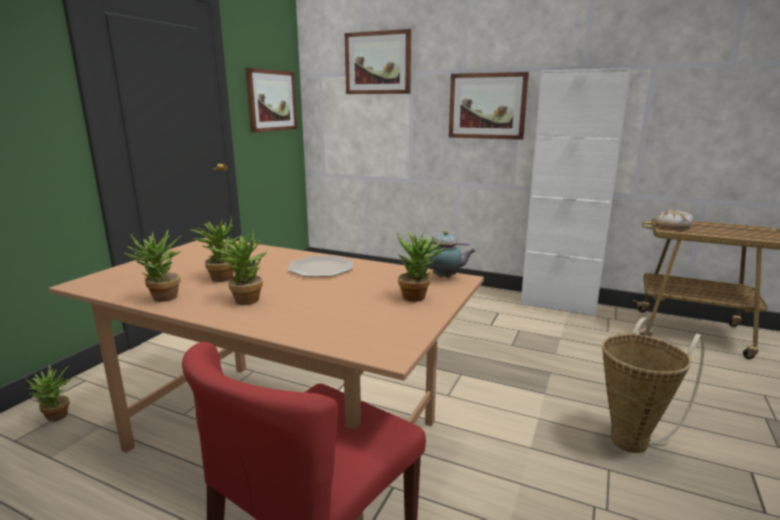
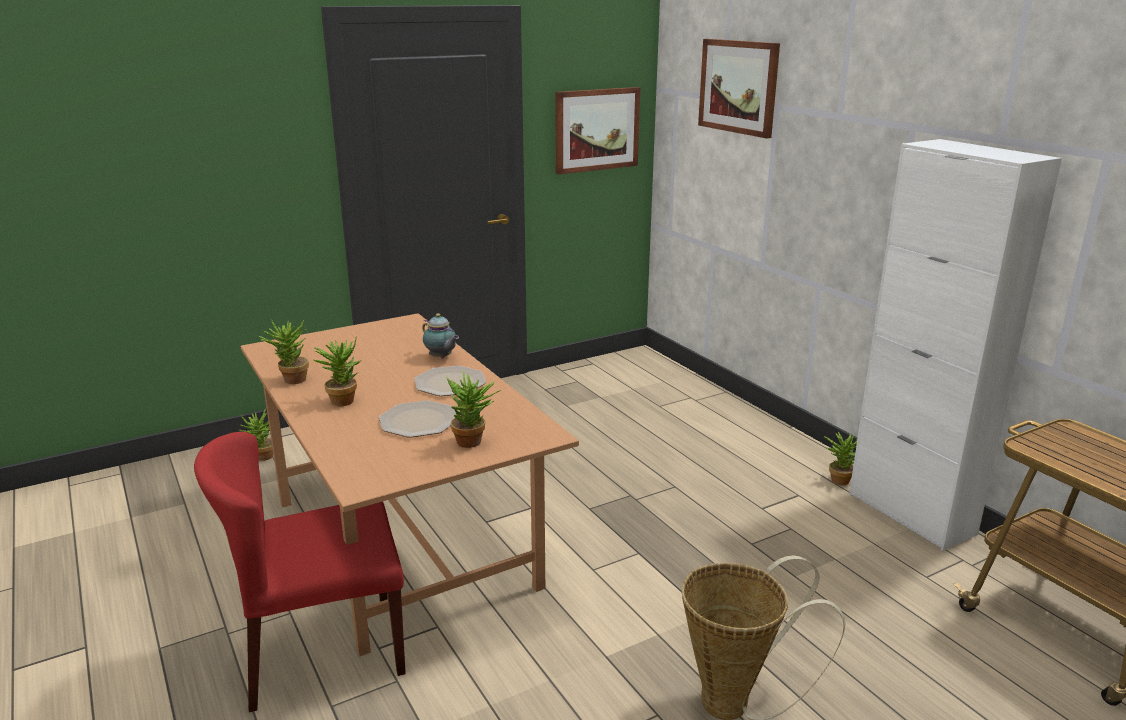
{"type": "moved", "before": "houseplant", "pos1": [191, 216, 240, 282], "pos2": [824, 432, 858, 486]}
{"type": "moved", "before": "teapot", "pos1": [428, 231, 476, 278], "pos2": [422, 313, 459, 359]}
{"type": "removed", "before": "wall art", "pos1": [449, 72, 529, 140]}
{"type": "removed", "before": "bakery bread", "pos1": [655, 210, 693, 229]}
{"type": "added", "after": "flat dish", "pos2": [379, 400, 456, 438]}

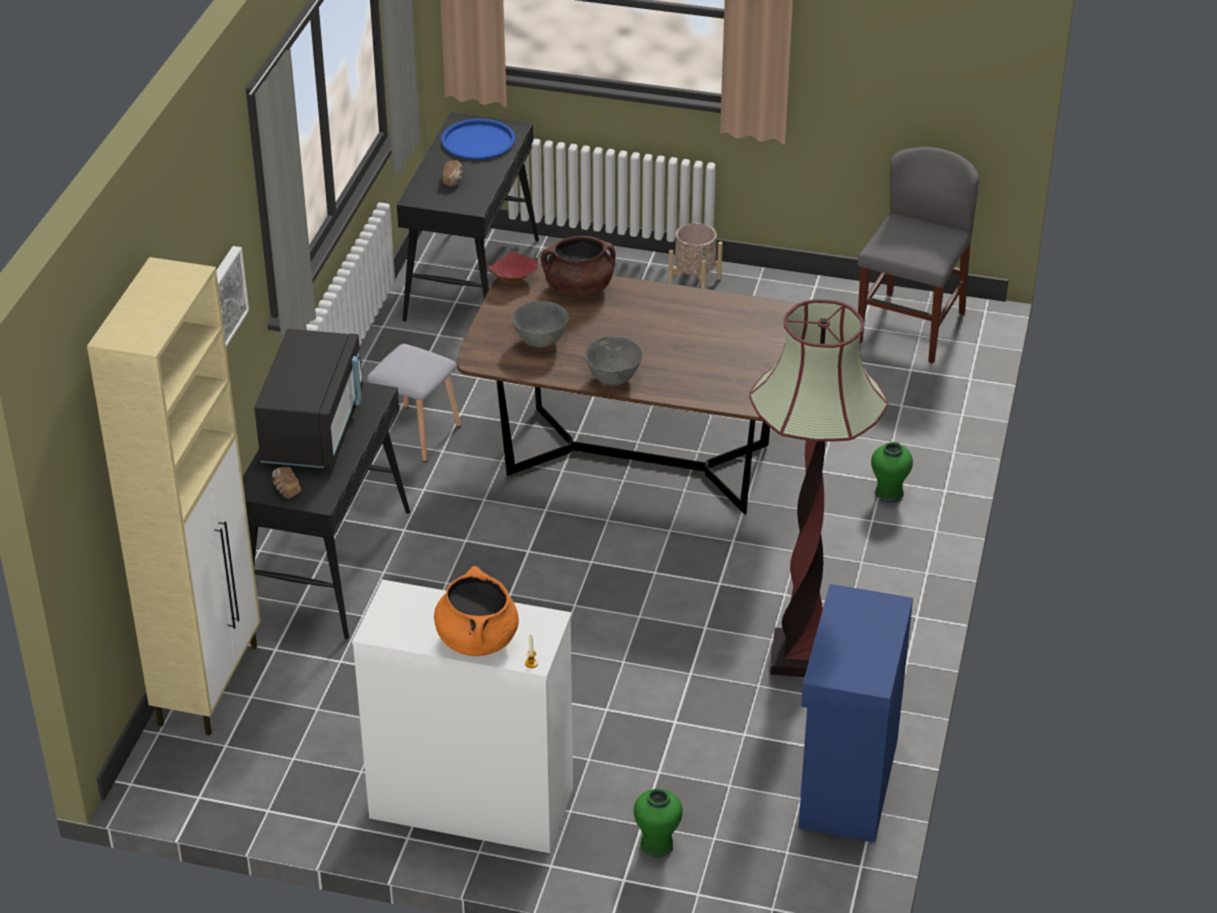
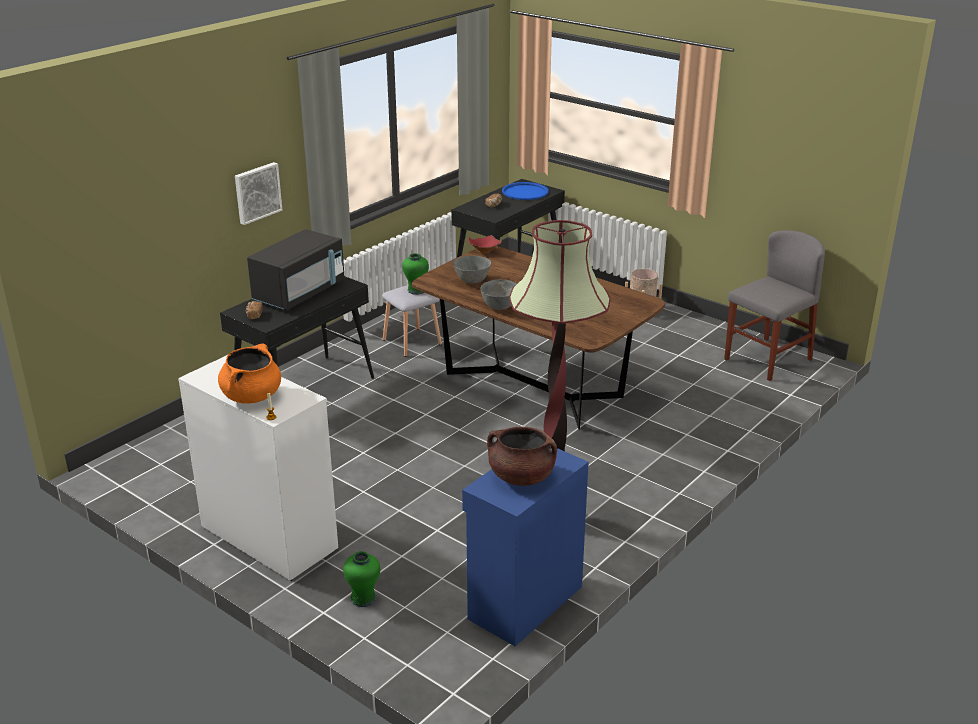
{"type": "removed", "before": "storage cabinet (beige-coloured)", "pos1": [87, 257, 261, 736]}
{"type": "moved", "before": "stockpot (brown-coloured)", "pos1": [541, 236, 615, 298], "pos2": [487, 427, 557, 486]}
{"type": "moved", "before": "decorative vase (green)", "pos1": [871, 442, 913, 503], "pos2": [402, 253, 429, 295]}

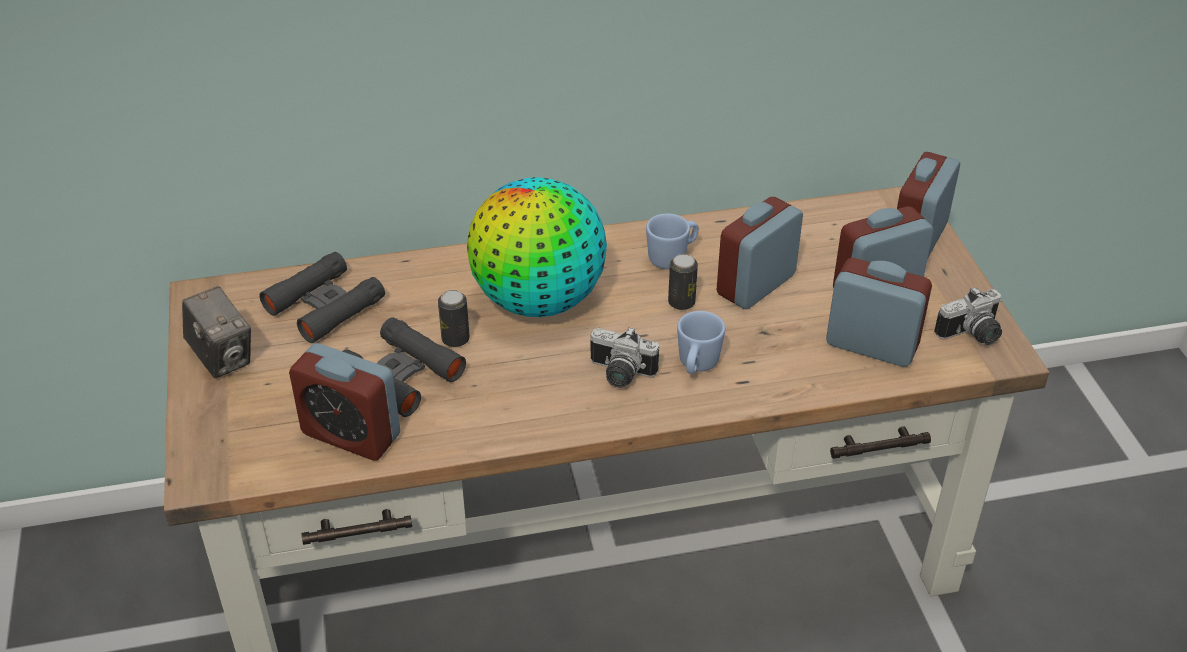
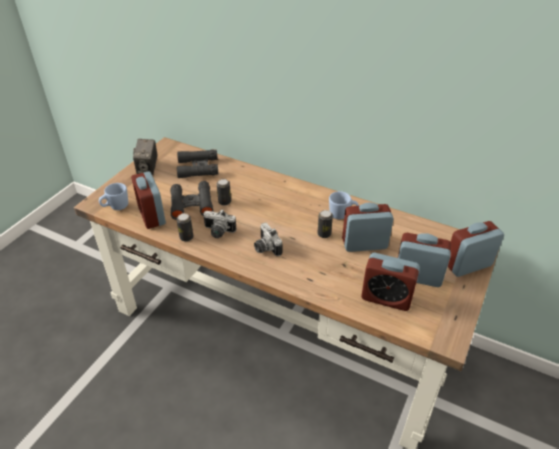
{"type": "removed", "before": "world globe", "pos1": [467, 177, 607, 317]}
{"type": "moved", "before": "coffee mug (blue-coloured)", "pos1": [677, 311, 725, 374], "pos2": [99, 183, 128, 210]}
{"type": "turned", "before": "alarm clock", "pos1": [826, 258, 932, 367], "pos2": [361, 253, 420, 311], "turn": 135}
{"type": "moved", "before": "still camera", "pos1": [934, 287, 1002, 345], "pos2": [203, 209, 237, 238]}
{"type": "added", "after": "metal can", "pos2": [176, 213, 194, 242]}

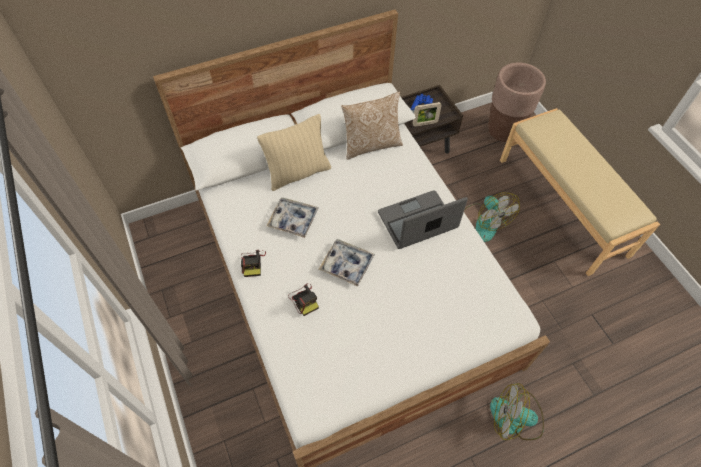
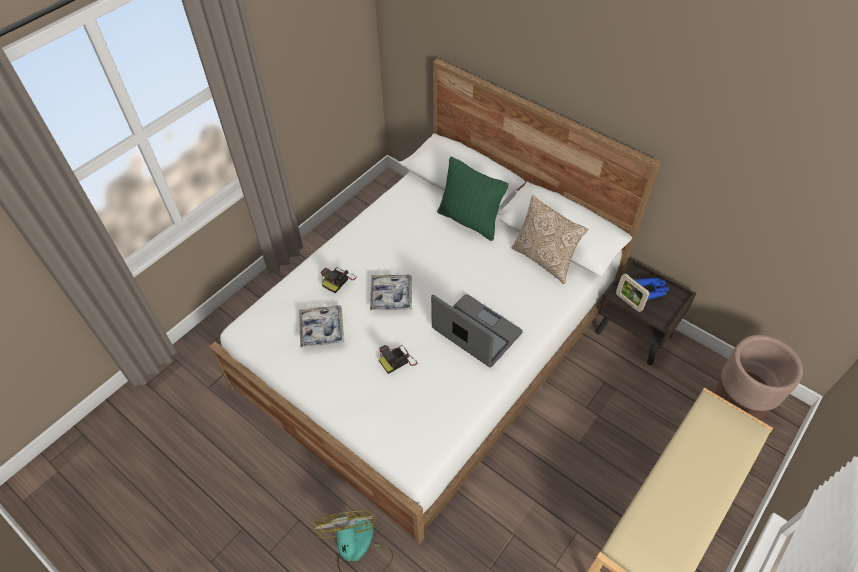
{"type": "moved", "before": "still camera", "pos1": [241, 250, 266, 277], "pos2": [379, 345, 417, 374]}
{"type": "recoloured", "before": "throw pillow (beige-coloured)", "after": "throw pillow (green)", "pos1": [257, 114, 331, 191], "pos2": [437, 157, 509, 241]}
{"type": "moved", "before": "serving tray", "pos1": [266, 197, 319, 238], "pos2": [299, 305, 344, 347]}
{"type": "removed", "before": "cooling fan", "pos1": [464, 192, 520, 242]}

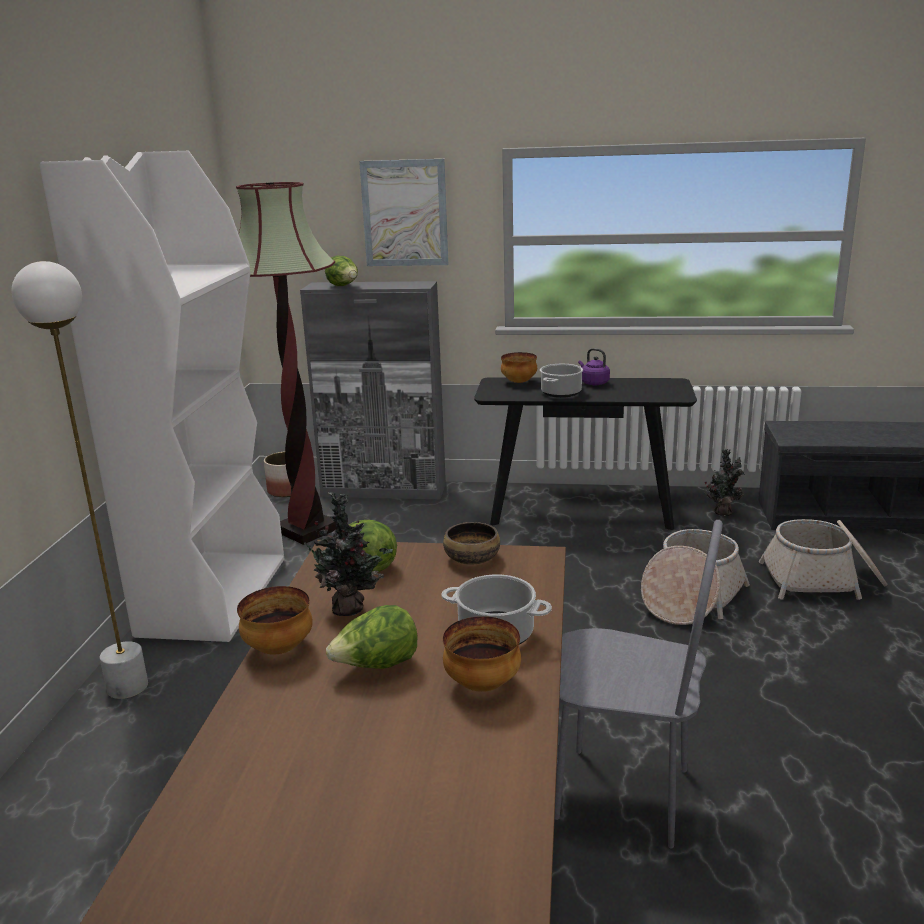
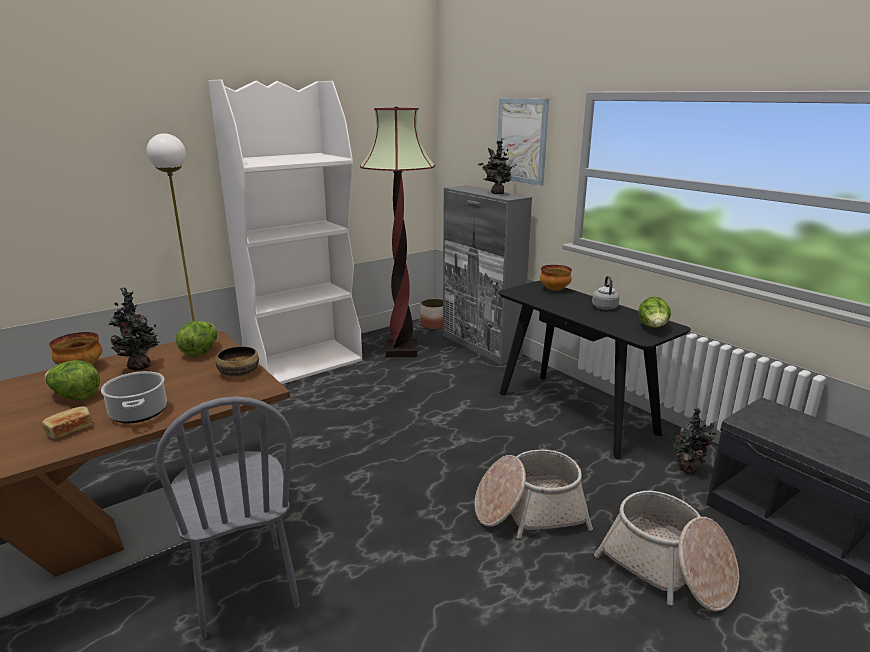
{"type": "moved", "before": "lettuce head", "pos1": [325, 256, 358, 286], "pos2": [638, 296, 671, 328]}
{"type": "replaced", "before": "serving bowl", "after": "bakery bread", "pos1": [443, 616, 521, 692], "pos2": [42, 407, 93, 439]}
{"type": "removed", "before": "stockpot", "pos1": [540, 364, 583, 398]}
{"type": "recoloured", "before": "water kettle (purplish)", "after": "water kettle (grey)", "pos1": [578, 348, 610, 385], "pos2": [592, 276, 620, 310]}
{"type": "added", "after": "houseplant", "pos2": [478, 138, 517, 194]}

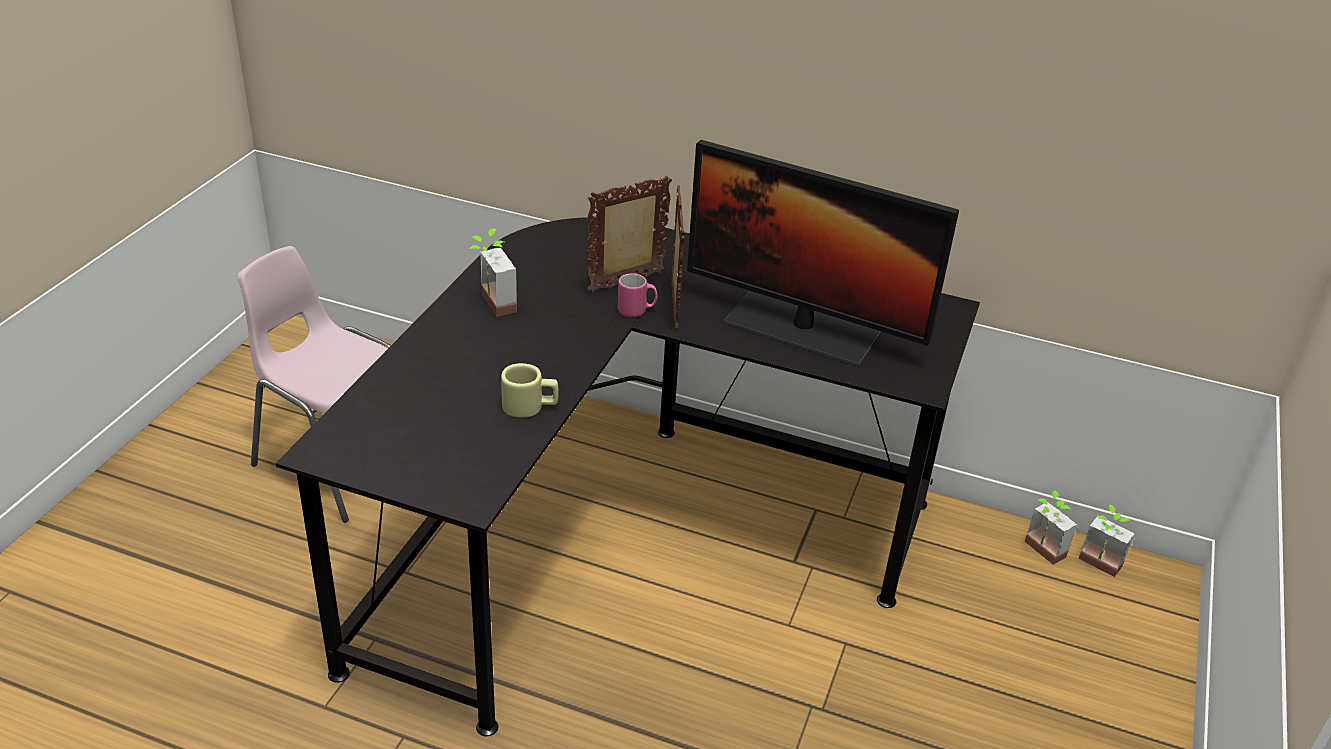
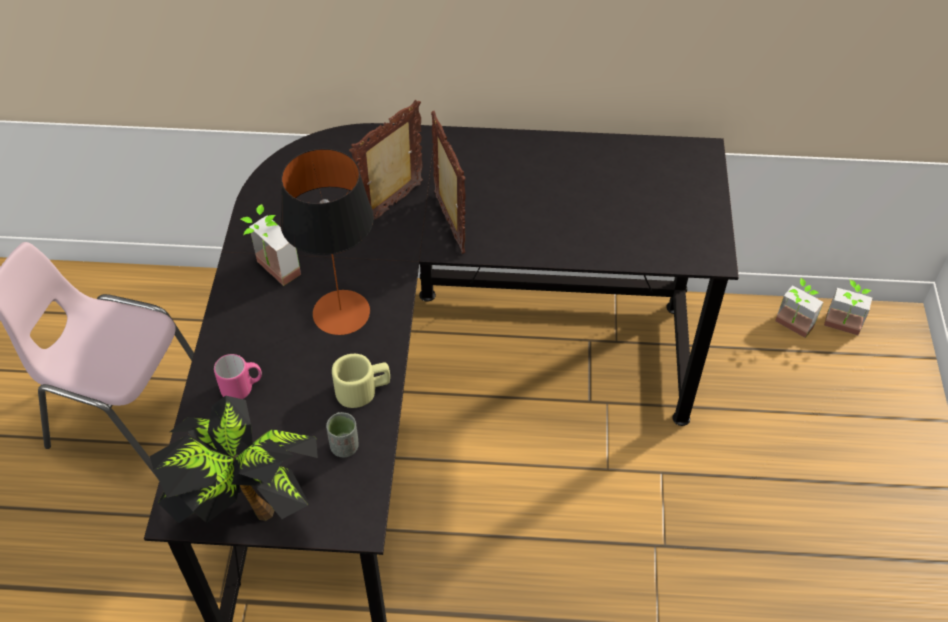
{"type": "moved", "before": "coffee mug (pink)", "pos1": [618, 273, 658, 317], "pos2": [214, 354, 262, 399]}
{"type": "removed", "before": "computer display", "pos1": [687, 140, 959, 367]}
{"type": "added", "after": "houseplant", "pos2": [150, 395, 318, 523]}
{"type": "added", "after": "lamp for a table", "pos2": [280, 149, 374, 335]}
{"type": "added", "after": "drinking cup (grey)", "pos2": [326, 412, 359, 457]}

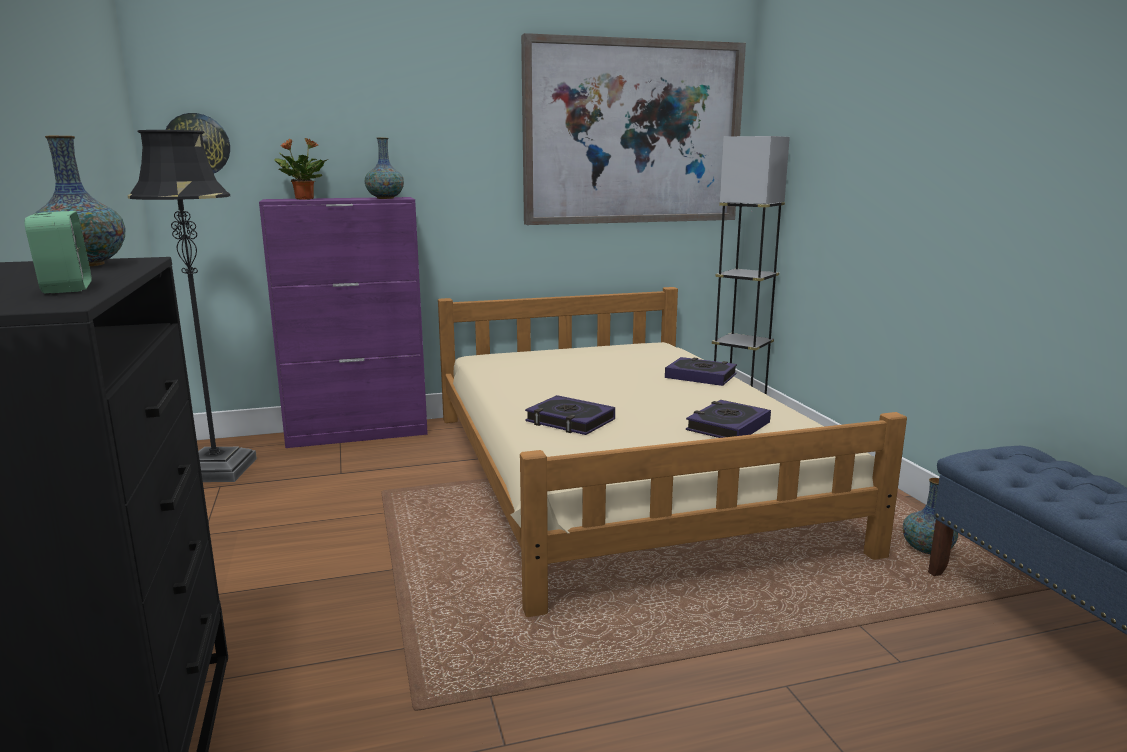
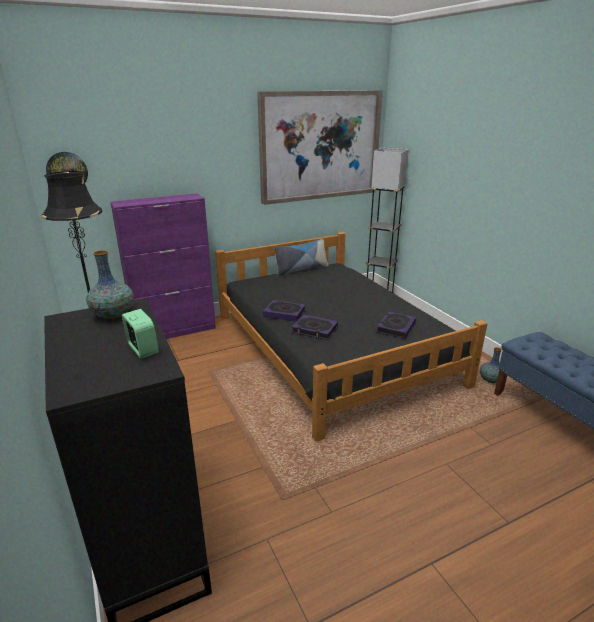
{"type": "removed", "before": "houseplant", "pos1": [274, 138, 328, 200]}
{"type": "removed", "before": "decorative vase", "pos1": [365, 138, 404, 199]}
{"type": "recoloured", "before": "sleeping bed (beige-coloured)", "after": "sleeping bed (blackish)", "pos1": [438, 287, 907, 617], "pos2": [215, 232, 488, 442]}
{"type": "moved", "before": "book", "pos1": [665, 357, 737, 386], "pos2": [263, 300, 306, 322]}
{"type": "added", "after": "throw pillow", "pos2": [274, 239, 328, 276]}

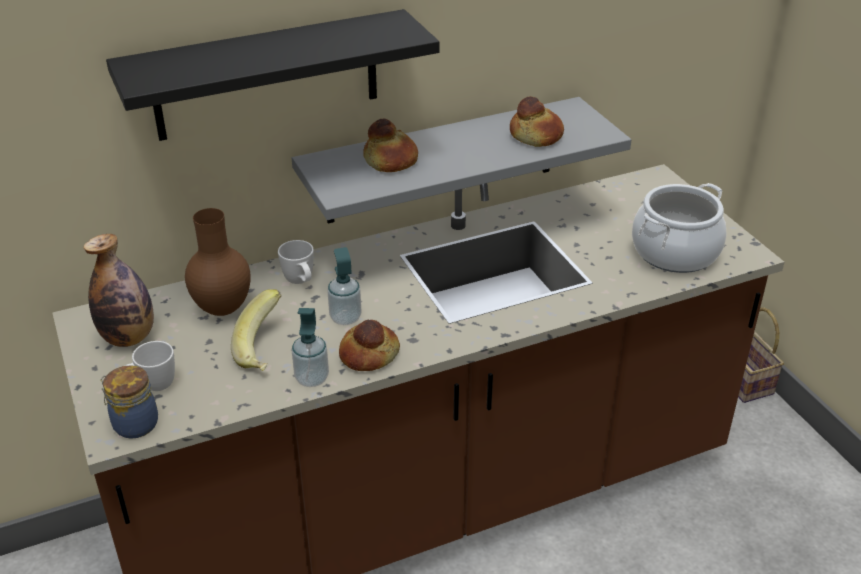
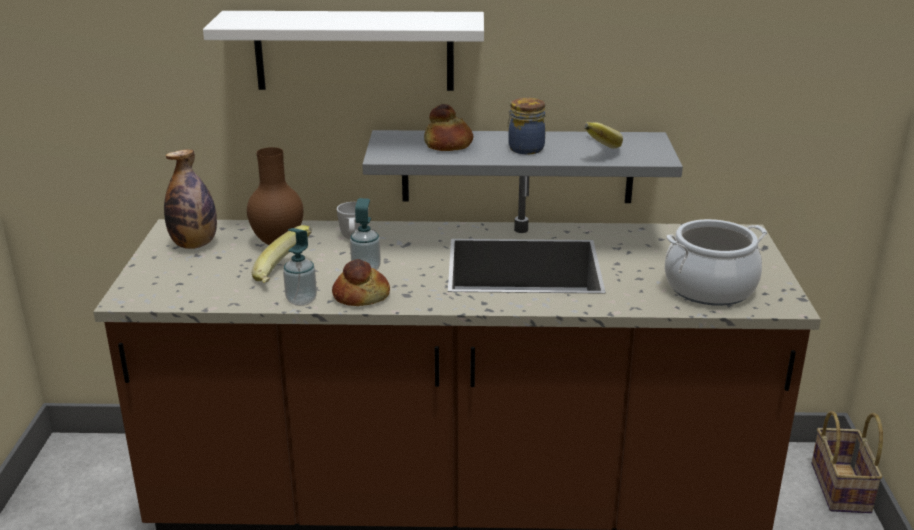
{"type": "moved", "before": "jar", "pos1": [100, 365, 158, 439], "pos2": [508, 98, 545, 154]}
{"type": "recoloured", "before": "bracket shelf (blackish)", "after": "bracket shelf (whitish)", "pos1": [106, 9, 440, 141], "pos2": [203, 11, 484, 91]}
{"type": "removed", "before": "coffee mug (whitish)", "pos1": [125, 341, 175, 391]}
{"type": "replaced", "before": "bakery bread", "after": "banana fruit", "pos1": [510, 96, 564, 147], "pos2": [584, 122, 623, 149]}

